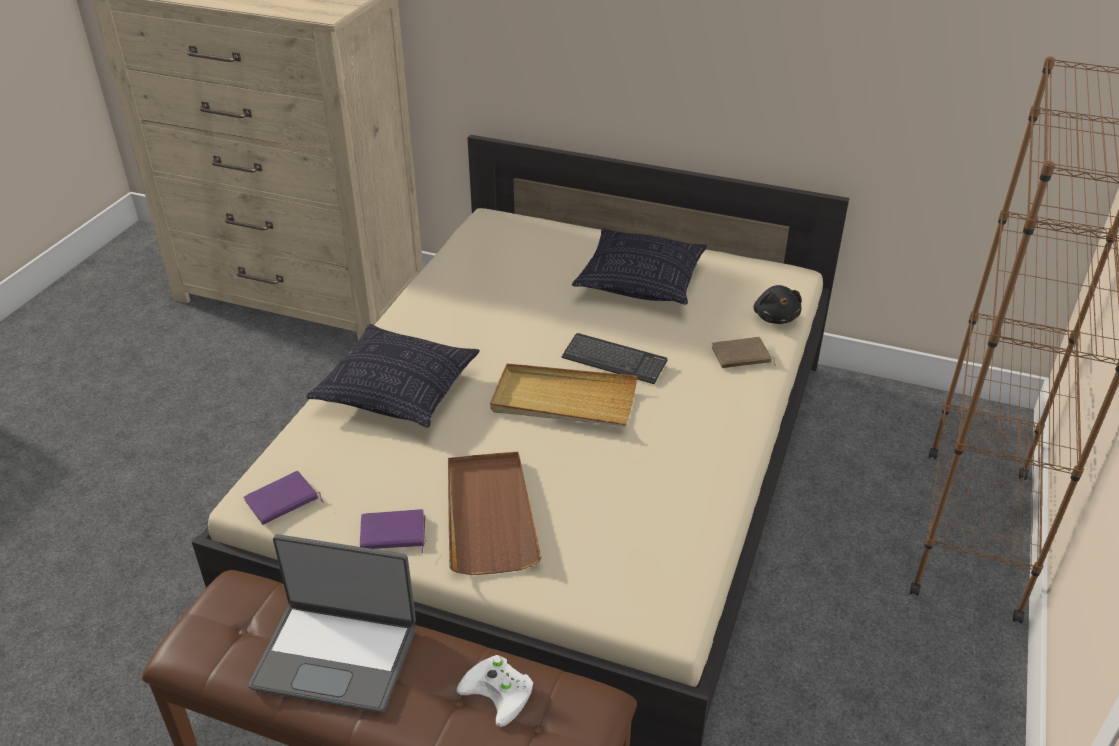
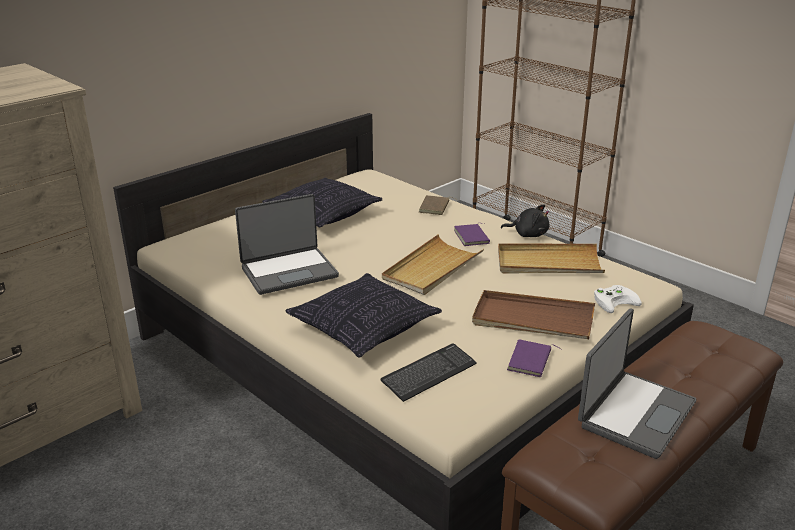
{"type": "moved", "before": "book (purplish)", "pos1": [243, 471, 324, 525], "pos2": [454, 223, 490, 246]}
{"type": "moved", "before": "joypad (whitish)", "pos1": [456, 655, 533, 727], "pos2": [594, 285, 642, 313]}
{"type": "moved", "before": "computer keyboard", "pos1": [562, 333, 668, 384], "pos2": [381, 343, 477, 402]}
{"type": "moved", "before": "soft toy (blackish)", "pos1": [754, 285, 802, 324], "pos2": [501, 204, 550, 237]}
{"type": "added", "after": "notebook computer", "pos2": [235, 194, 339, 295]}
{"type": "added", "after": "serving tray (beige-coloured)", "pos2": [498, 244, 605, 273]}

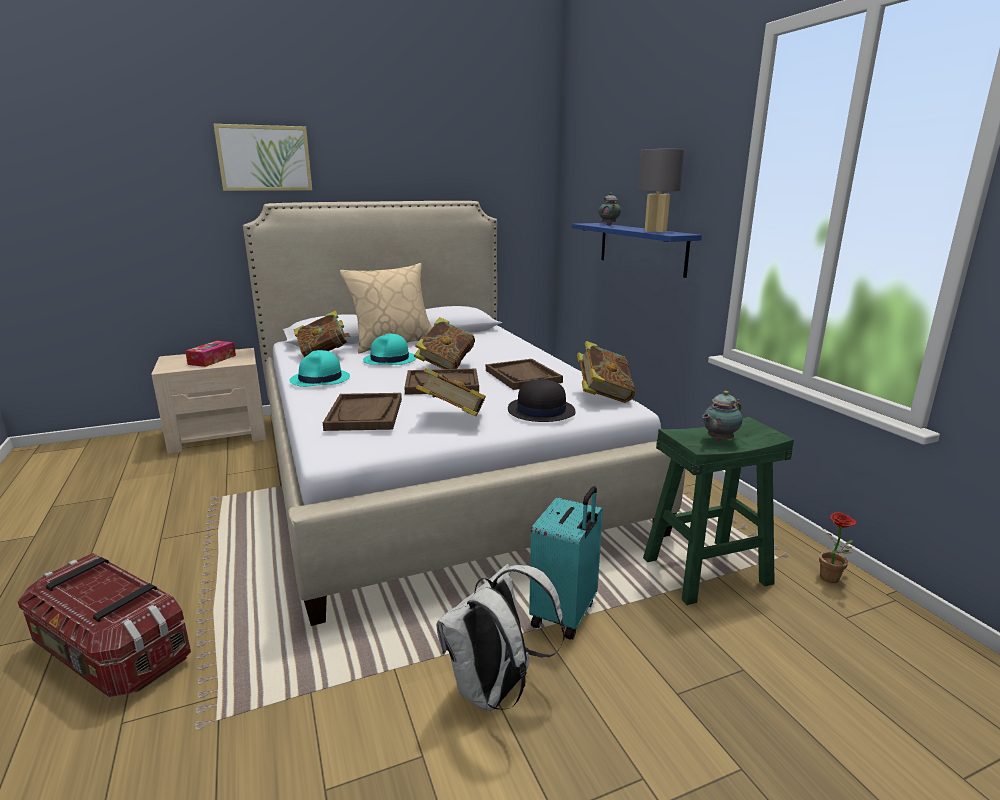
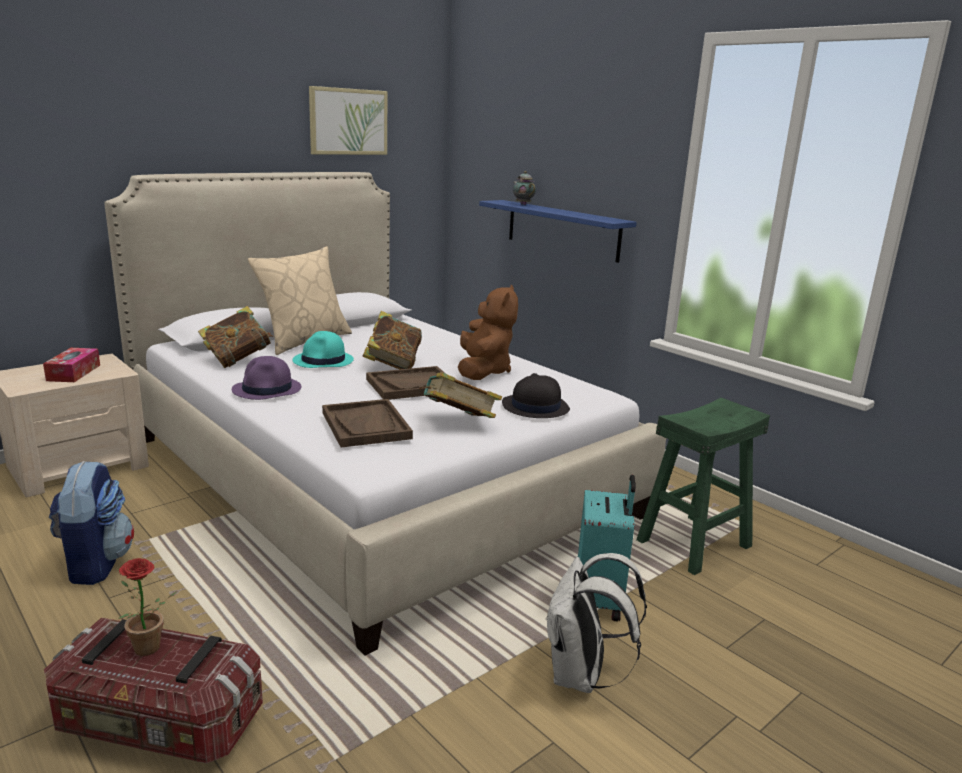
{"type": "moved", "before": "wall art", "pos1": [214, 124, 312, 191], "pos2": [309, 86, 387, 155]}
{"type": "recoloured", "before": "clothing hat (turquoise)", "after": "clothing hat (purplish)", "pos1": [290, 350, 350, 387], "pos2": [232, 356, 301, 400]}
{"type": "replaced", "before": "serving tray (brown-coloured)", "after": "soft toy (brown-coloured)", "pos1": [486, 359, 563, 390], "pos2": [458, 285, 518, 380]}
{"type": "removed", "before": "book", "pos1": [577, 341, 635, 403]}
{"type": "removed", "before": "lamp for a table (grey)", "pos1": [638, 149, 684, 232]}
{"type": "removed", "before": "teapot", "pos1": [702, 391, 742, 441]}
{"type": "moved", "before": "houseplant", "pos1": [819, 512, 856, 583], "pos2": [118, 558, 178, 656]}
{"type": "added", "after": "rucksack", "pos2": [49, 461, 134, 585]}

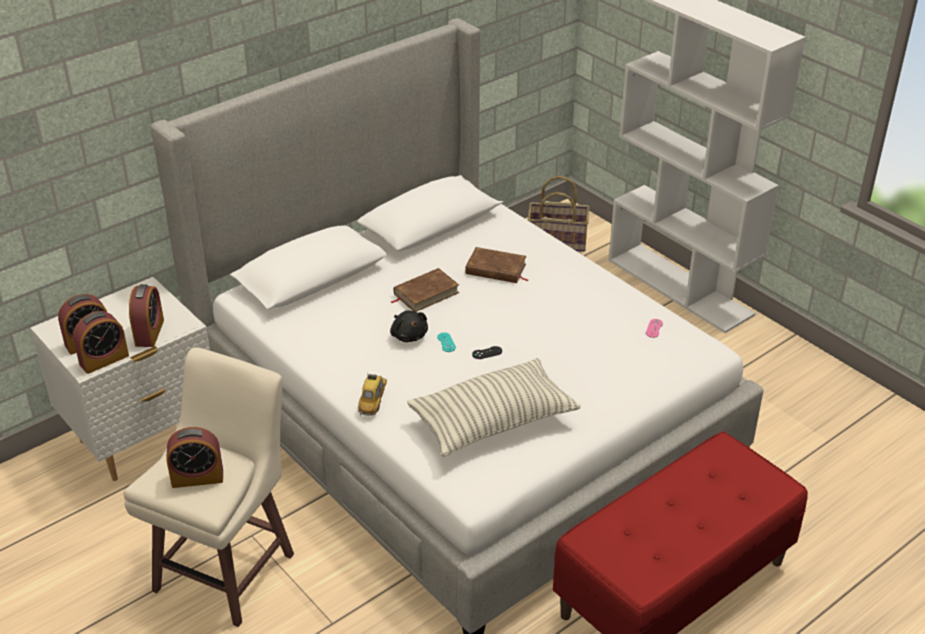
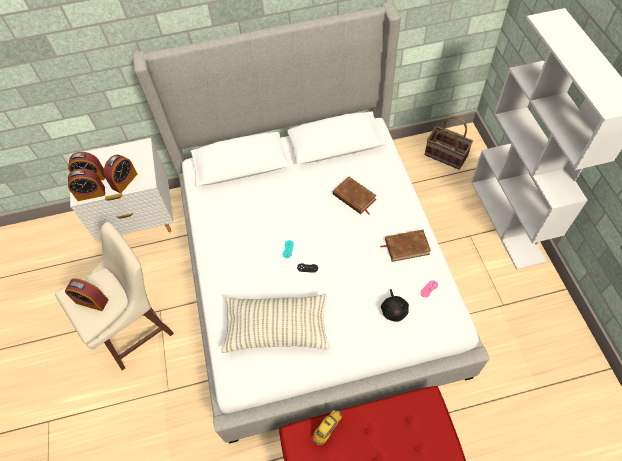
{"type": "moved", "before": "model car", "pos1": [358, 373, 387, 416], "pos2": [312, 410, 342, 446]}
{"type": "moved", "before": "soft toy (blackish)", "pos1": [390, 311, 428, 342], "pos2": [381, 289, 409, 322]}
{"type": "moved", "before": "book (brown-coloured)", "pos1": [391, 268, 459, 312], "pos2": [380, 230, 431, 262]}

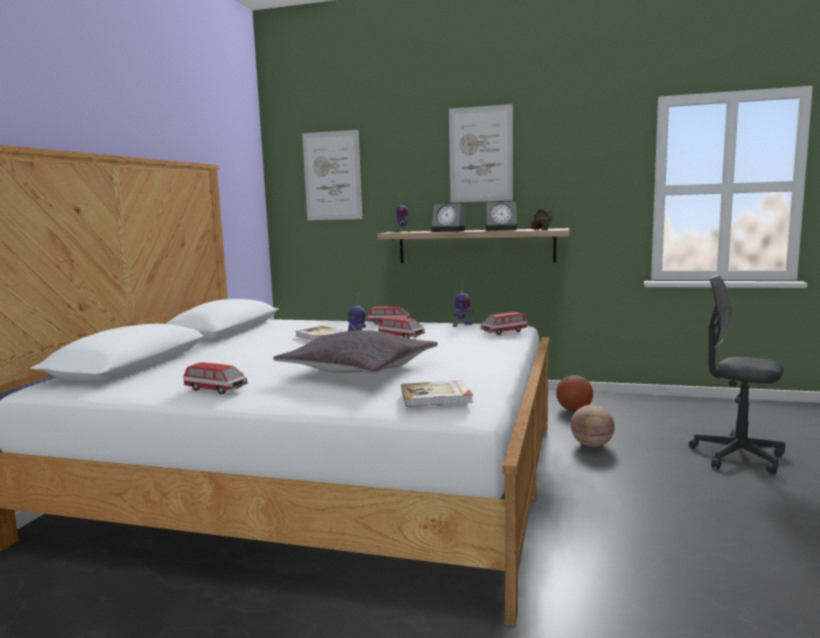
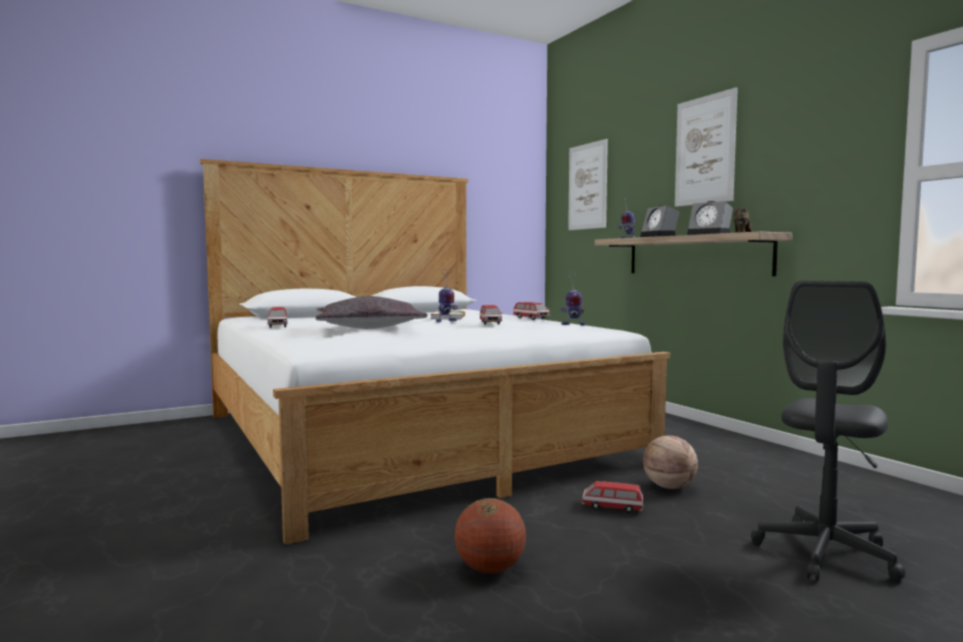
{"type": "removed", "before": "book", "pos1": [401, 380, 473, 407]}
{"type": "moved", "before": "model car", "pos1": [480, 312, 527, 335], "pos2": [582, 481, 643, 513]}
{"type": "moved", "before": "basketball ball", "pos1": [556, 375, 593, 411], "pos2": [454, 498, 526, 573]}
{"type": "turned", "before": "desk chair (grey)", "pos1": [689, 275, 785, 474], "pos2": [751, 281, 905, 582], "turn": -135}

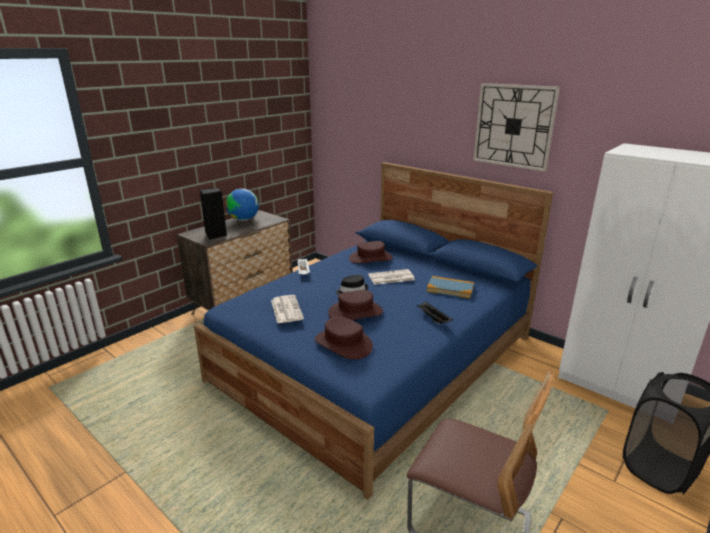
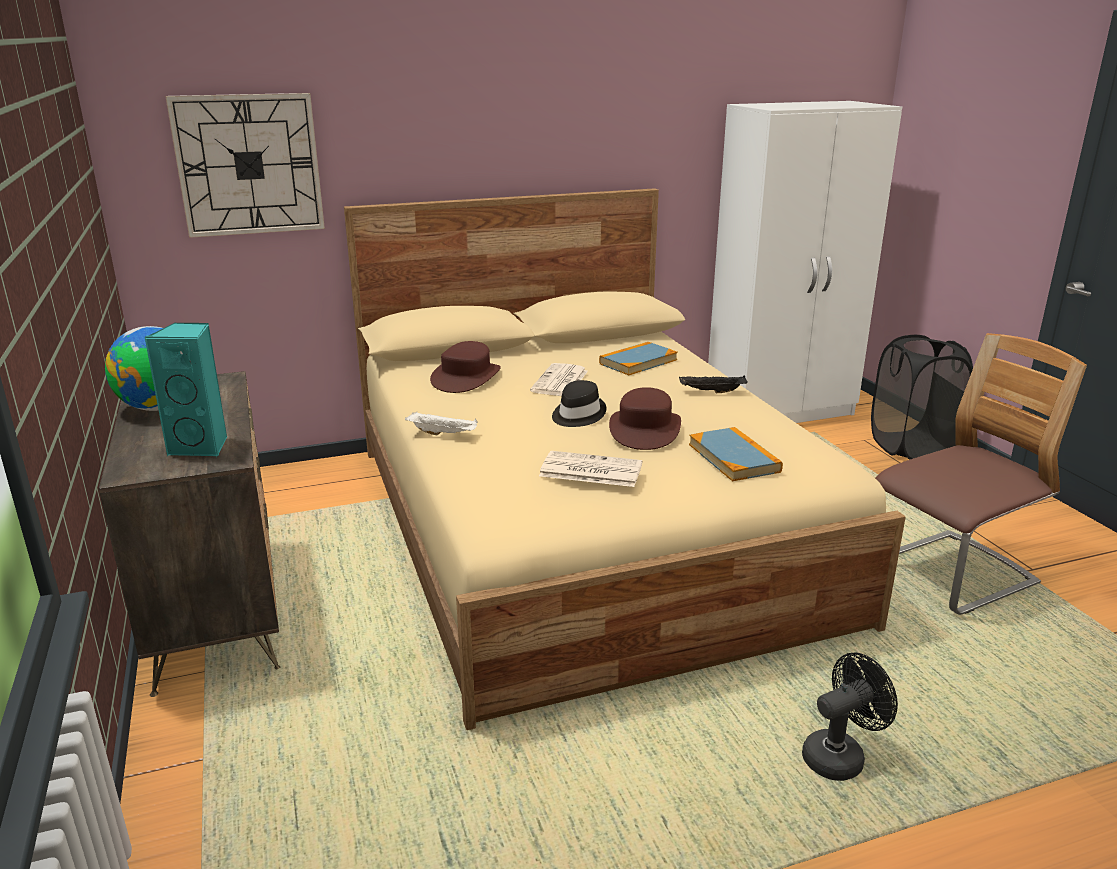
{"type": "recoloured", "before": "sleeping bed (blue-coloured)", "after": "sleeping bed (beige-coloured)", "pos1": [194, 162, 553, 500], "pos2": [344, 188, 906, 730]}
{"type": "recoloured", "before": "loudspeaker (blackish)", "after": "loudspeaker (turquoise)", "pos1": [200, 188, 227, 240], "pos2": [144, 322, 228, 457]}
{"type": "replaced", "before": "clothing hat (brown-coloured)", "after": "book", "pos1": [315, 316, 373, 360], "pos2": [689, 427, 783, 481]}
{"type": "moved", "before": "clock on the wall", "pos1": [473, 83, 560, 172], "pos2": [165, 93, 325, 238]}
{"type": "added", "after": "cooling fan (blackish)", "pos2": [802, 652, 898, 781]}

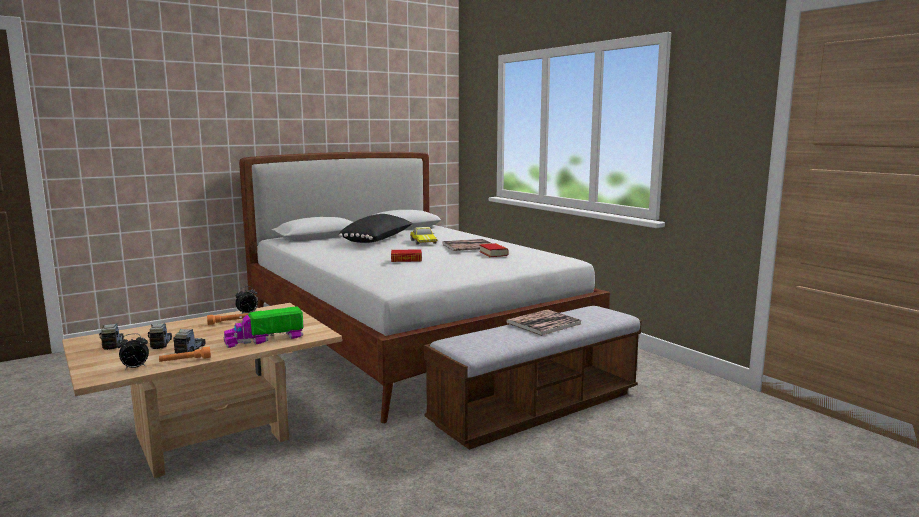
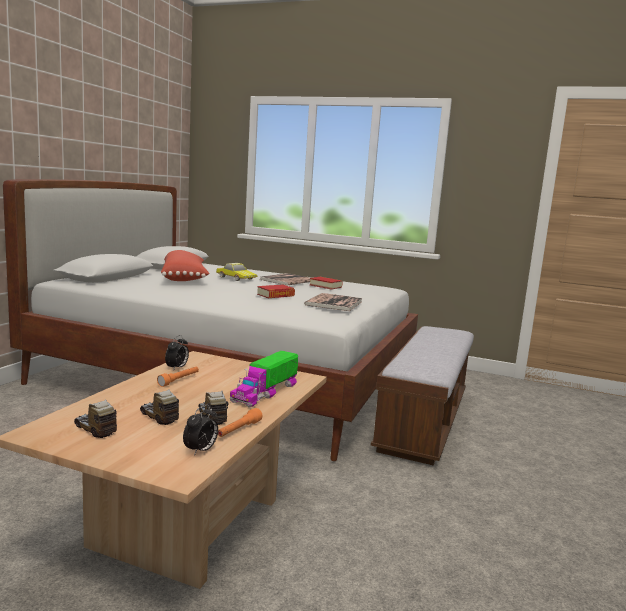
{"type": "recoloured", "before": "throw pillow (blackish)", "after": "throw pillow (reddish)", "pos1": [339, 214, 413, 243], "pos2": [161, 250, 210, 281]}
{"type": "moved", "before": "book", "pos1": [506, 309, 582, 336], "pos2": [304, 293, 362, 311]}

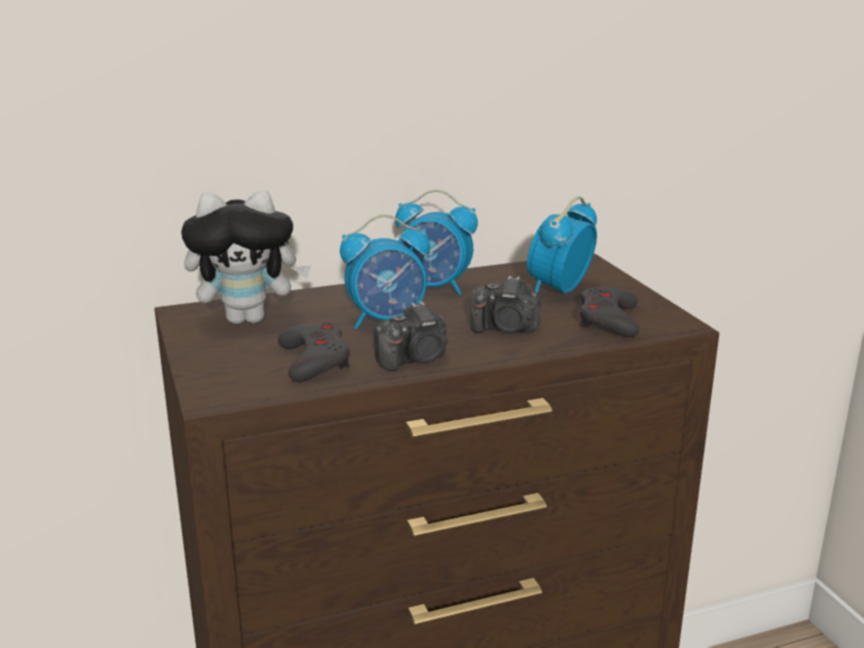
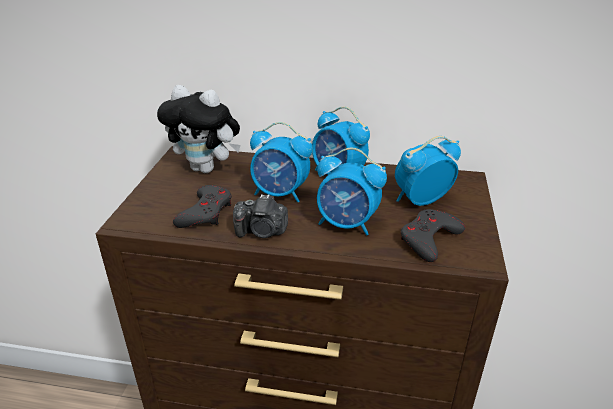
{"type": "replaced", "before": "still camera", "after": "alarm clock", "pos1": [470, 276, 541, 333], "pos2": [317, 148, 387, 235]}

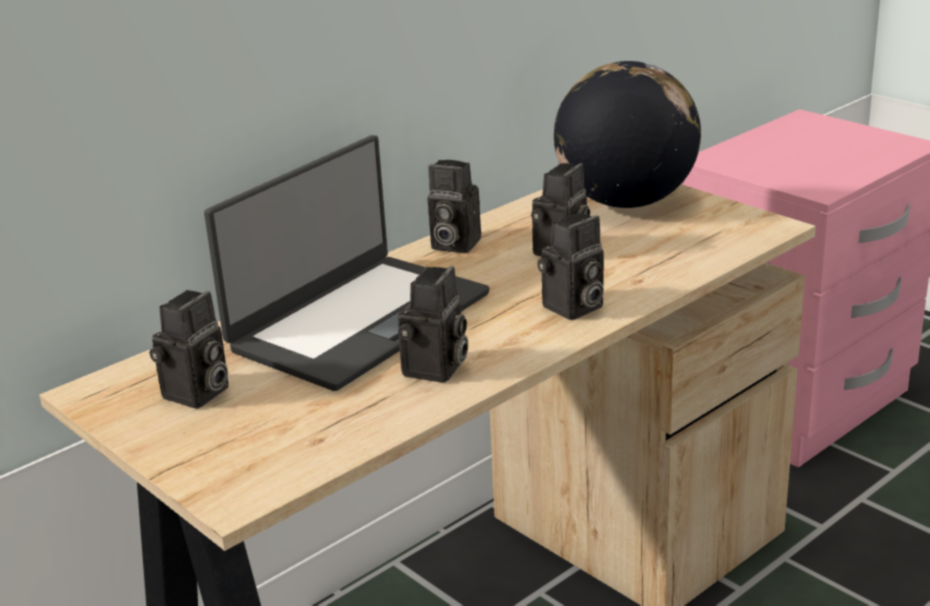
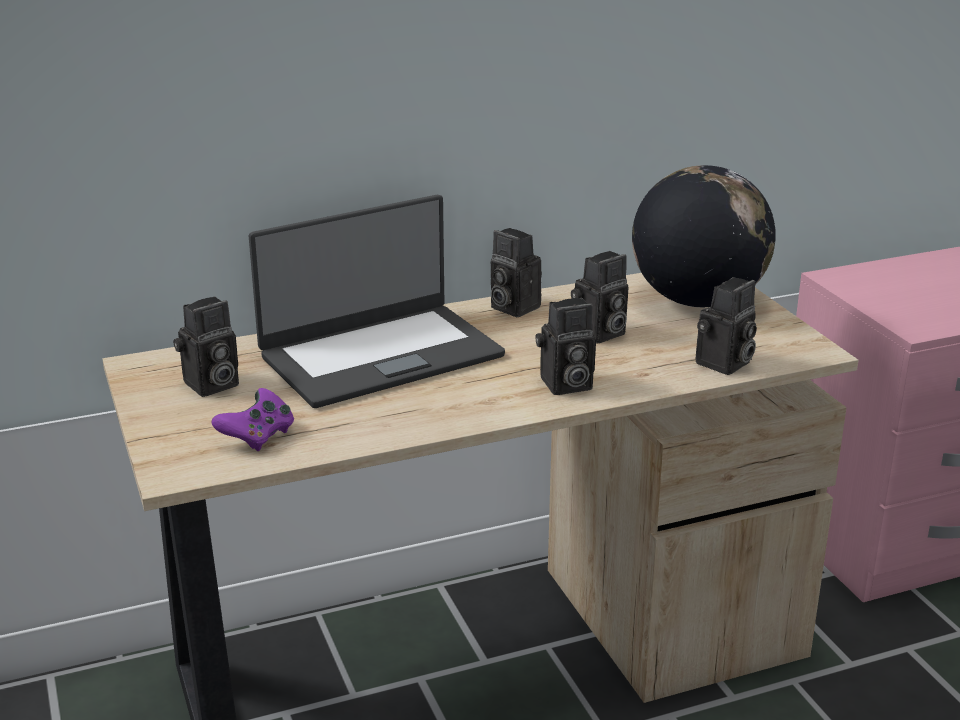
{"type": "moved", "before": "still camera", "pos1": [398, 266, 468, 383], "pos2": [696, 277, 757, 375]}
{"type": "added", "after": "joypad (purplish)", "pos2": [211, 388, 294, 451]}

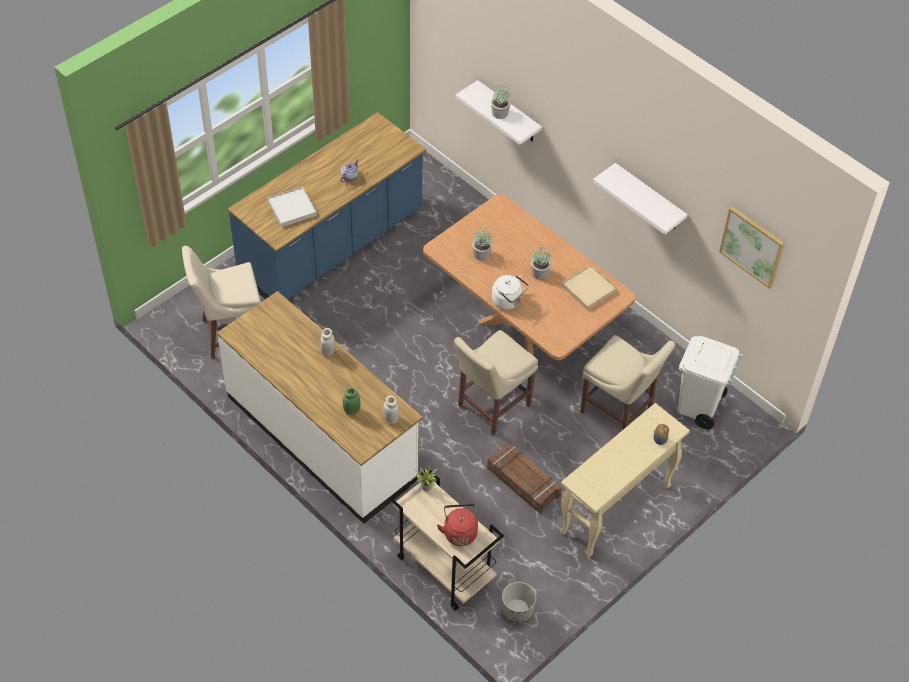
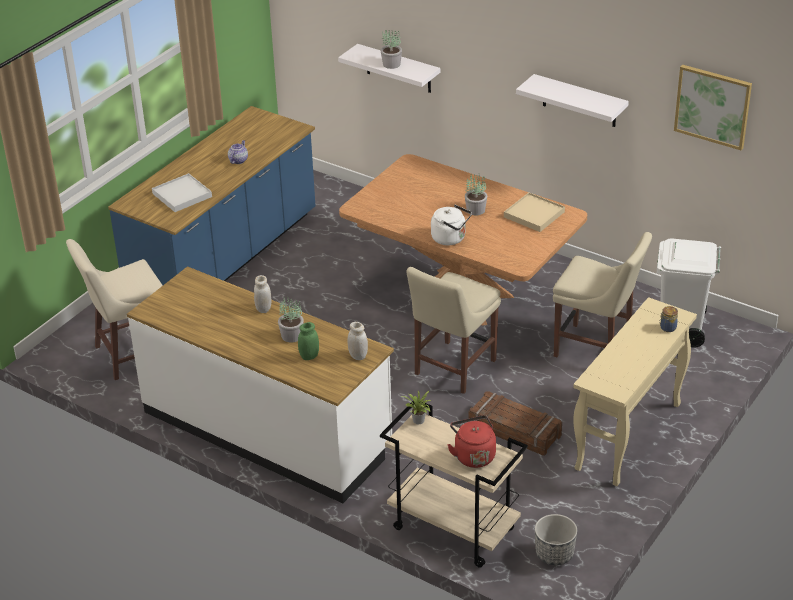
{"type": "moved", "before": "houseplant", "pos1": [472, 227, 492, 261], "pos2": [278, 297, 304, 343]}

